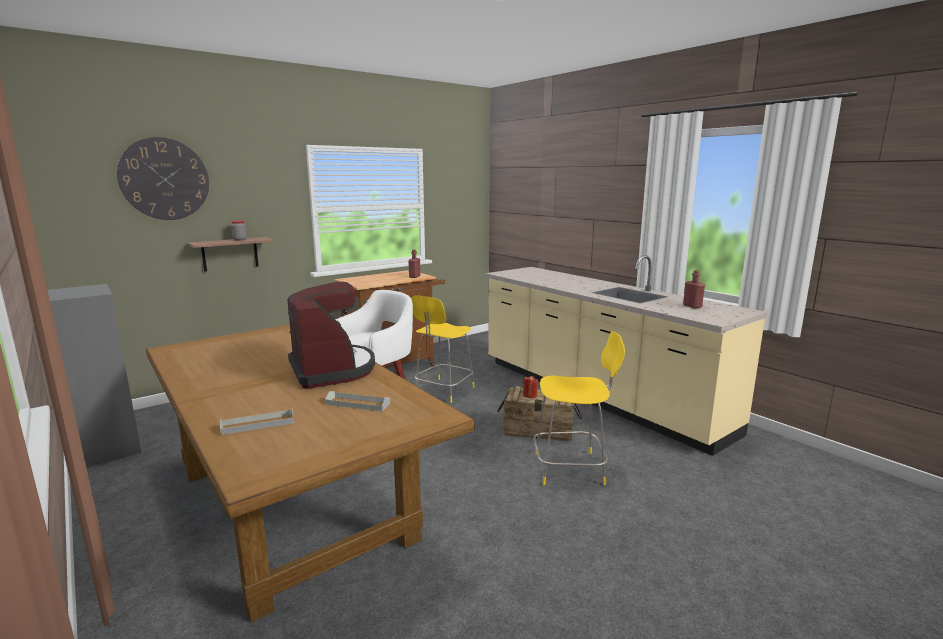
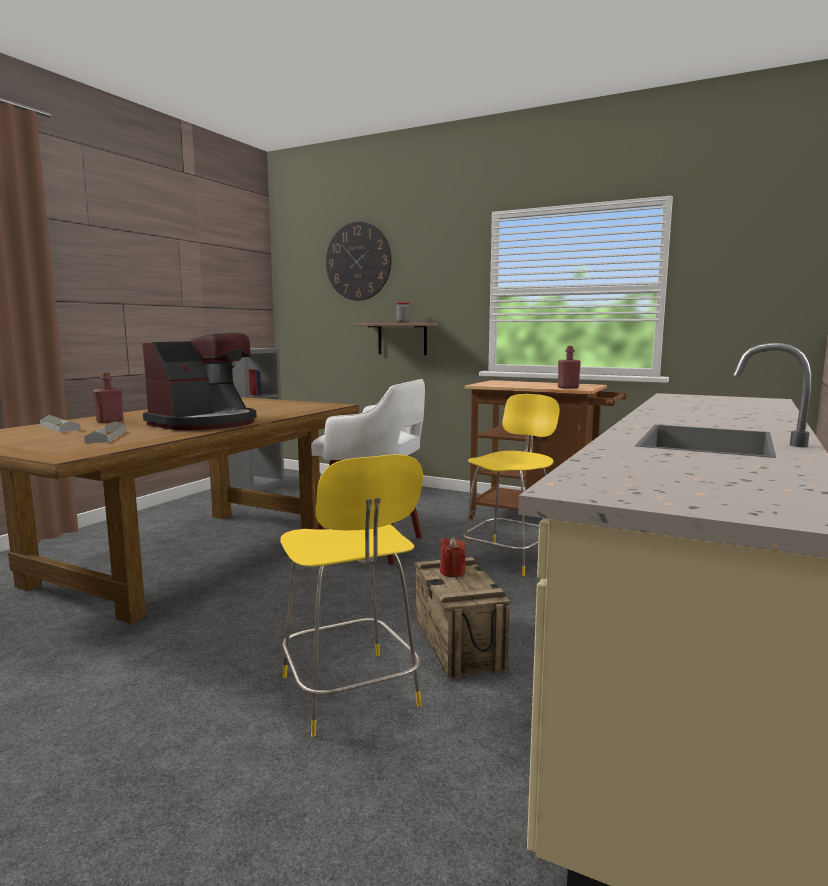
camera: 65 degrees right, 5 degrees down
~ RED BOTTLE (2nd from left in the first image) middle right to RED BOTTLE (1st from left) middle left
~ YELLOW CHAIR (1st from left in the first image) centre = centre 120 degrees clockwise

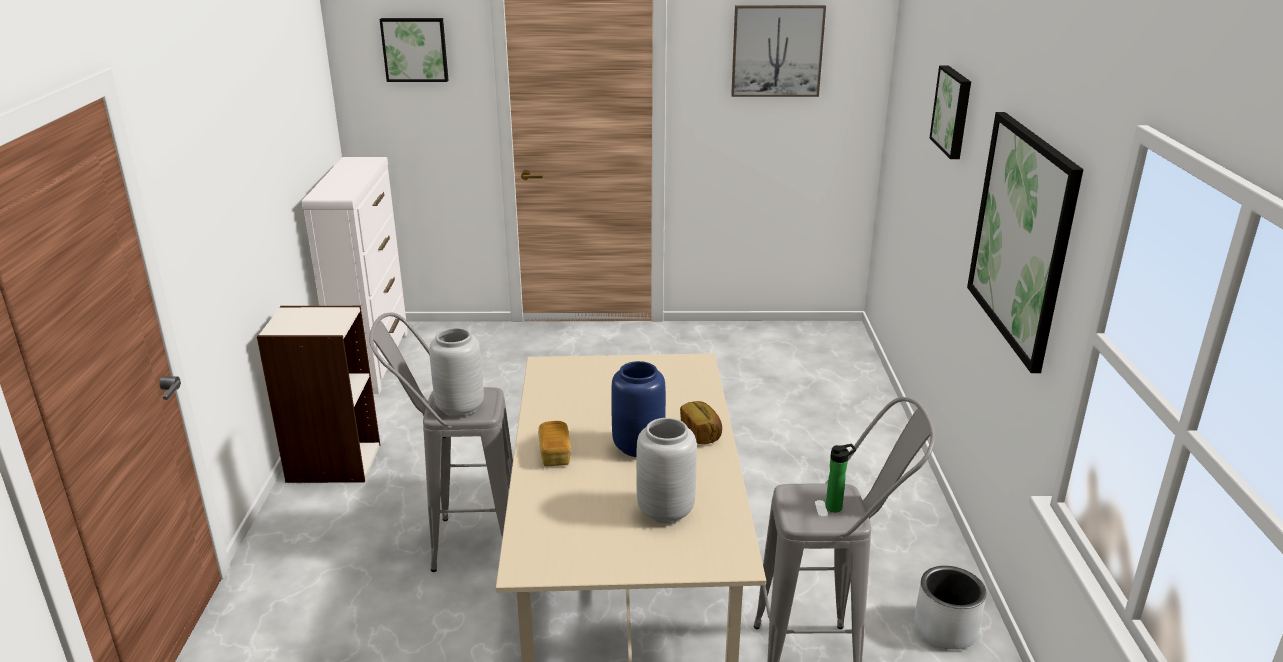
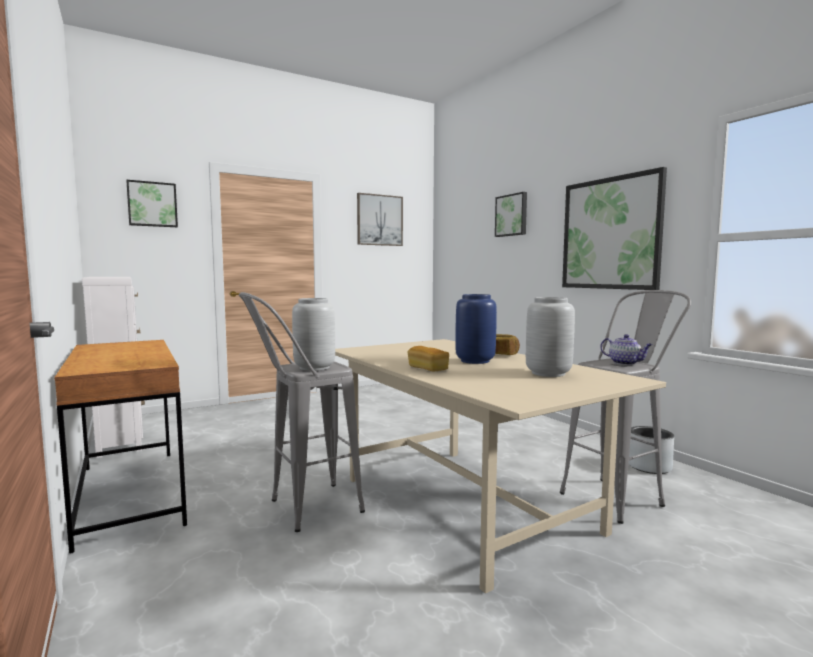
camera: 30 degrees left, 20 degrees down
~ BOOKCASE middle left to BROWN DESK bottom left
~ BOTTLE bottom centre to TEAPOT middle right

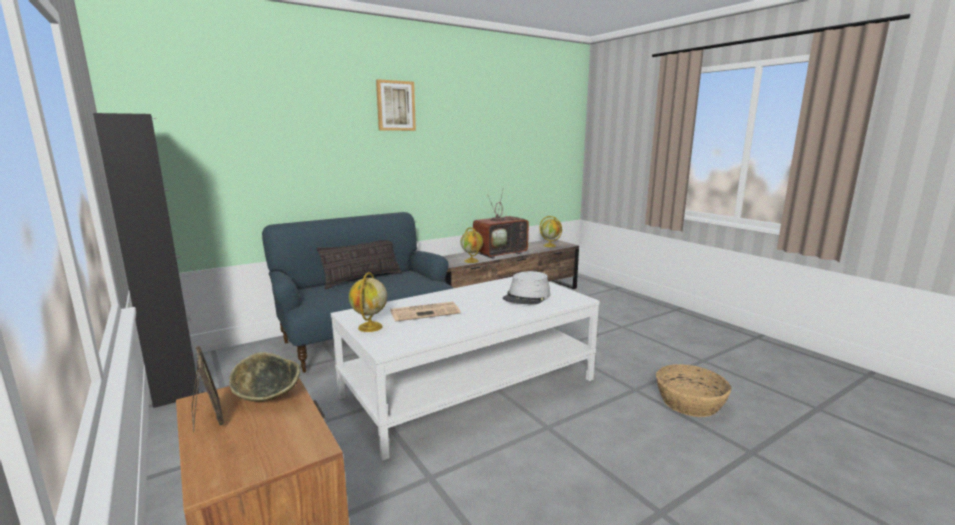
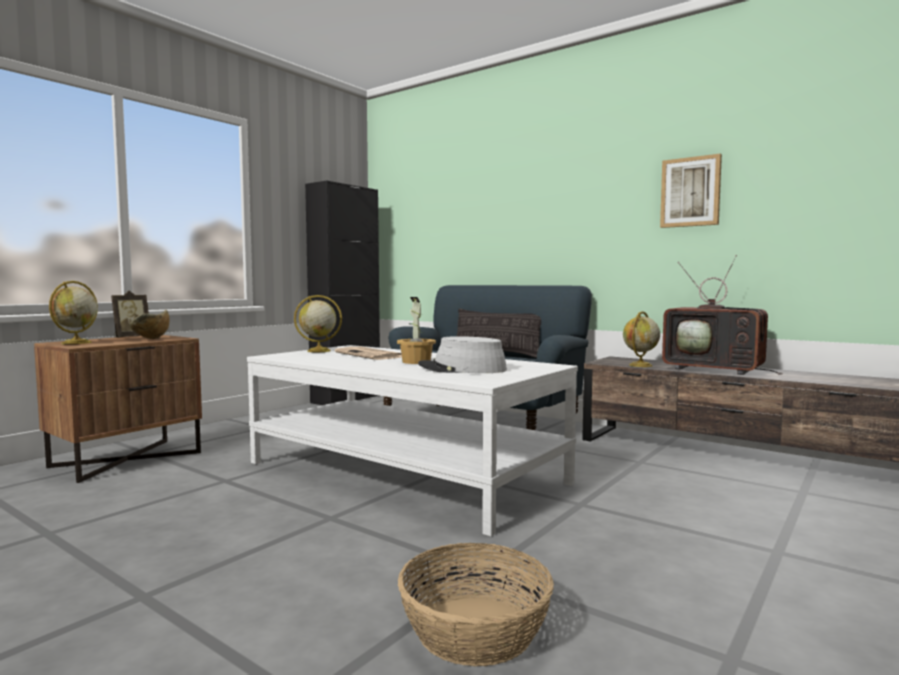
camera: 70 degrees right, 10 degrees down
+ POTTED PLANT centre
~ PICTURE top centre to top right
~ GLOBE (3rd from left in the first image) centre to GLOBE (1st from left) middle left

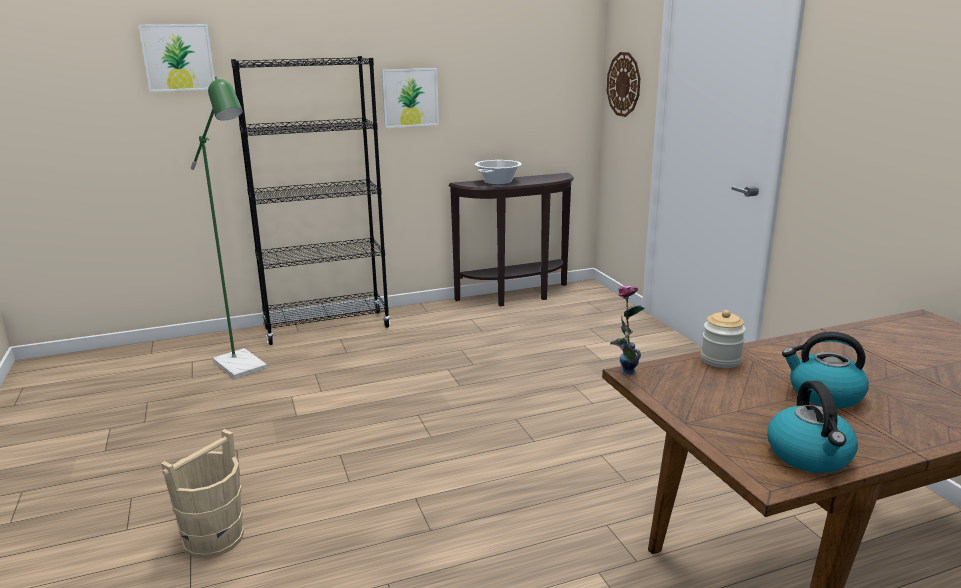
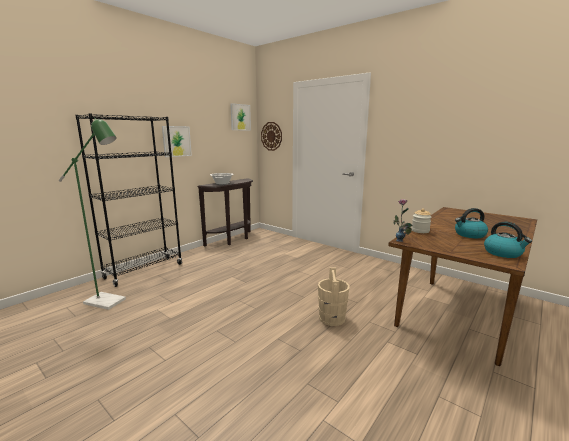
camera: 30 degrees left, 5 degrees down
~ PICTURE (1st from left in the first image) top left to PICTURE (2nd from left) top centre
~ BEIGE BUCKET bottom left to bottom centre

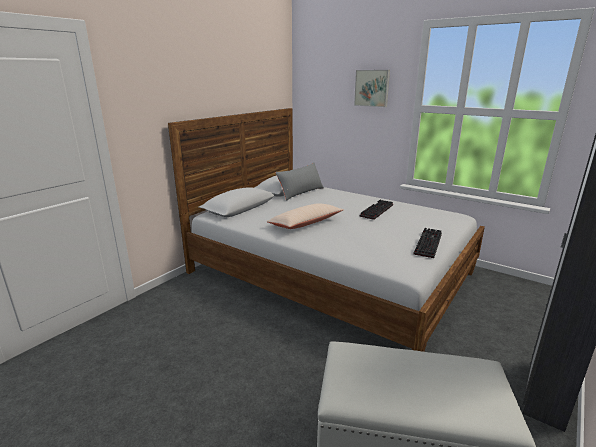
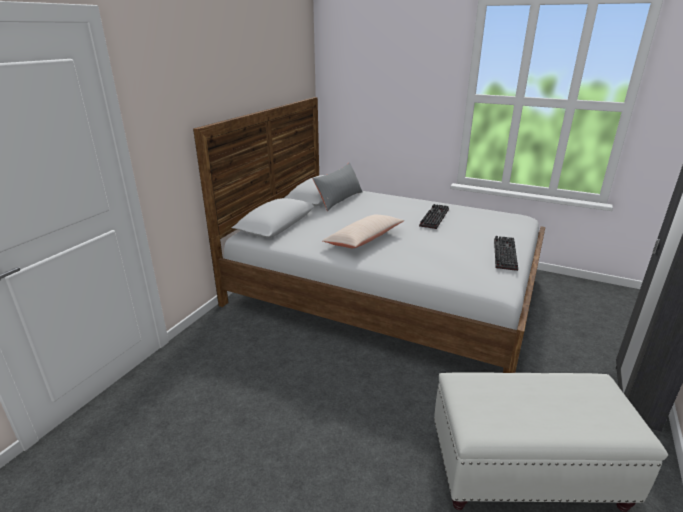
camera: 10 degrees left, 5 degrees up
- PICTURE top centre

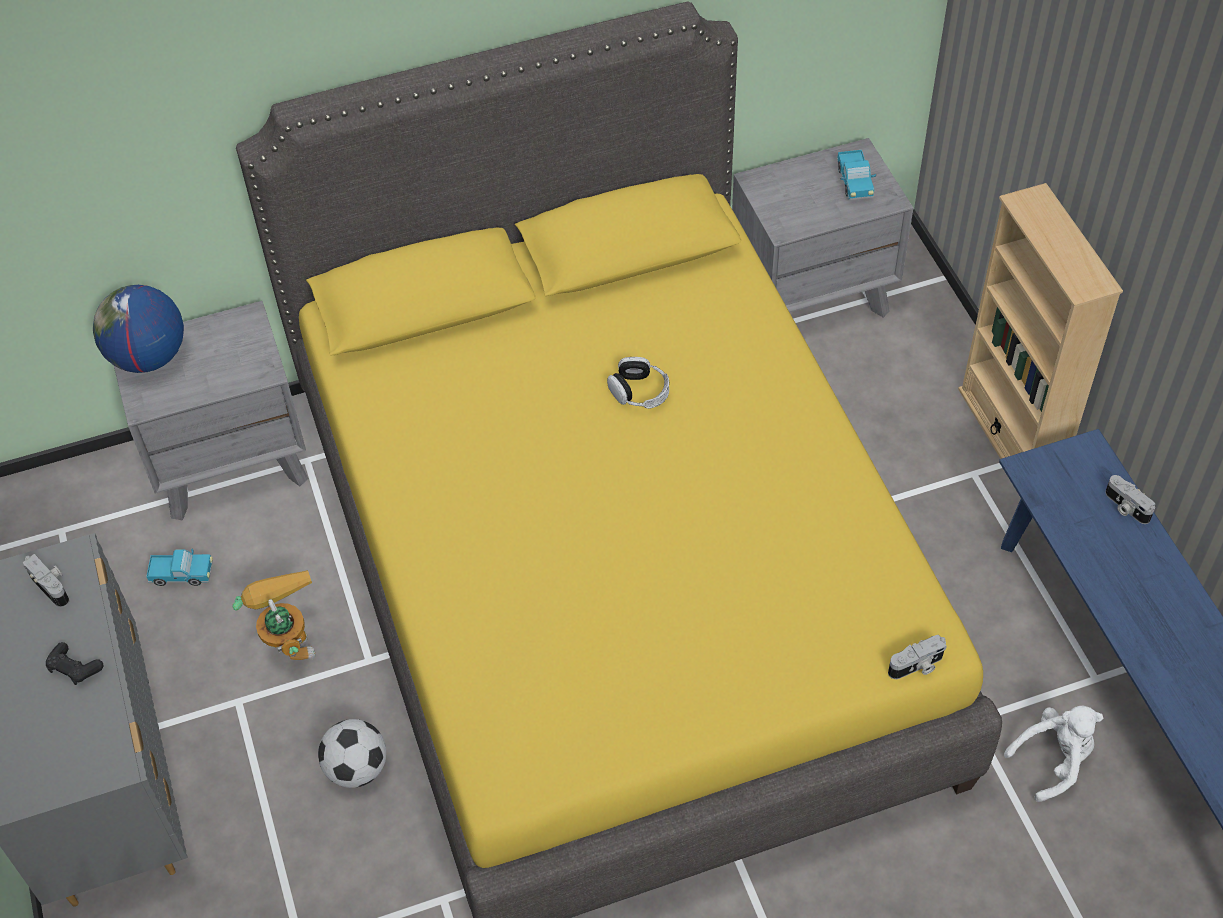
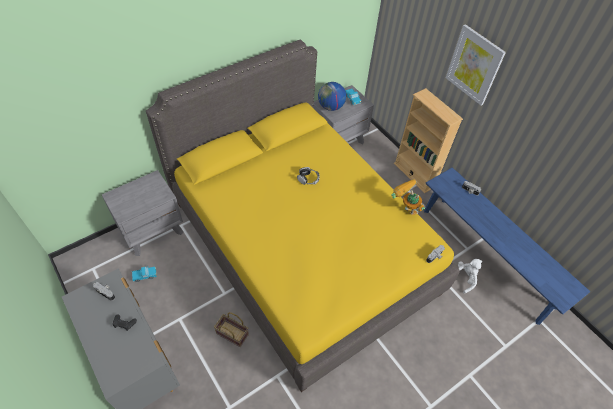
camera: 20 degrees left, 0 degrees up
+ PICTURE top right
~ GLOBE middle left to top centre
~ TOY ROBOT bottom left to centre
~ FOOTBALL bottom left to BASKET bottom centre

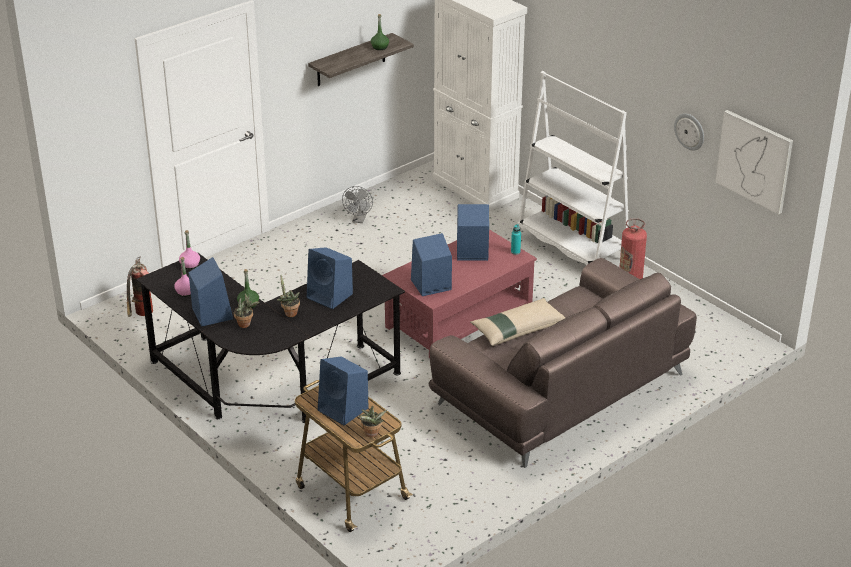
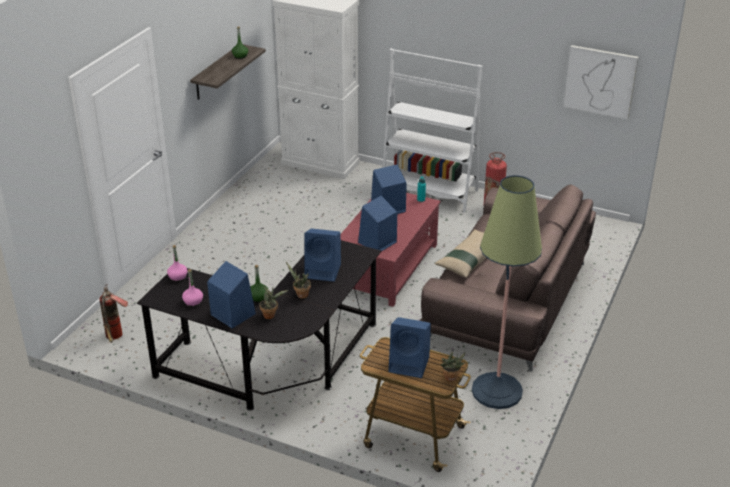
camera: 25 degrees left, 0 degrees up
- GREY FAN centre
- WALL CLOCK top right
+ FLOOR LAMP middle right

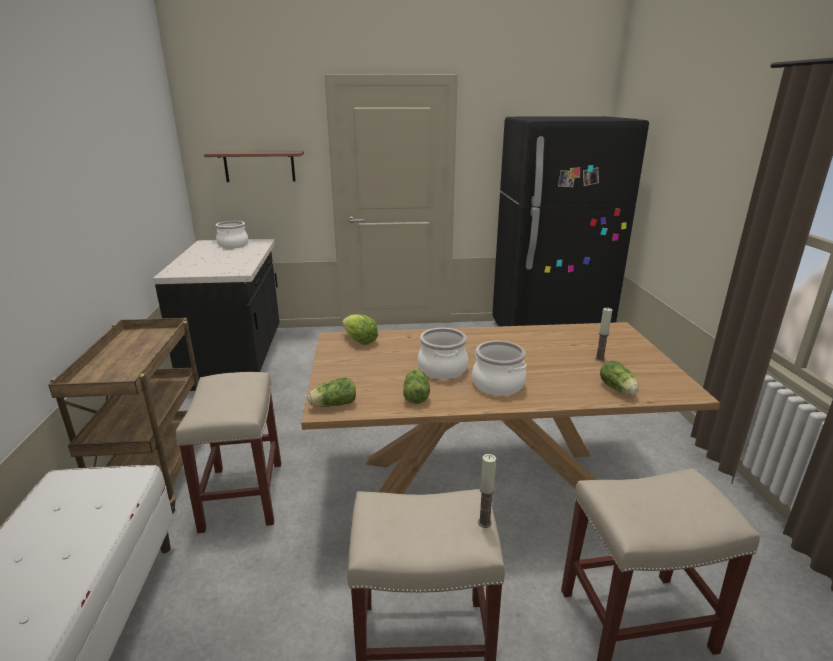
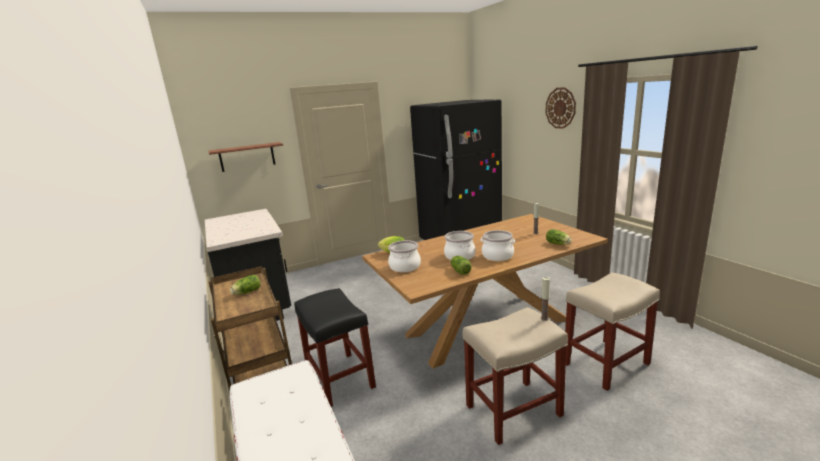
camera: 20 degrees left, 5 degrees down
+ WALL CLOCK top right
~ COOKING POT (1st from left) middle left to centre
~ LETTUCE (1st from left) centre to middle left
~ BEIGE STOOL (1st from left) bottom left to BLACK STOOL bottom centre

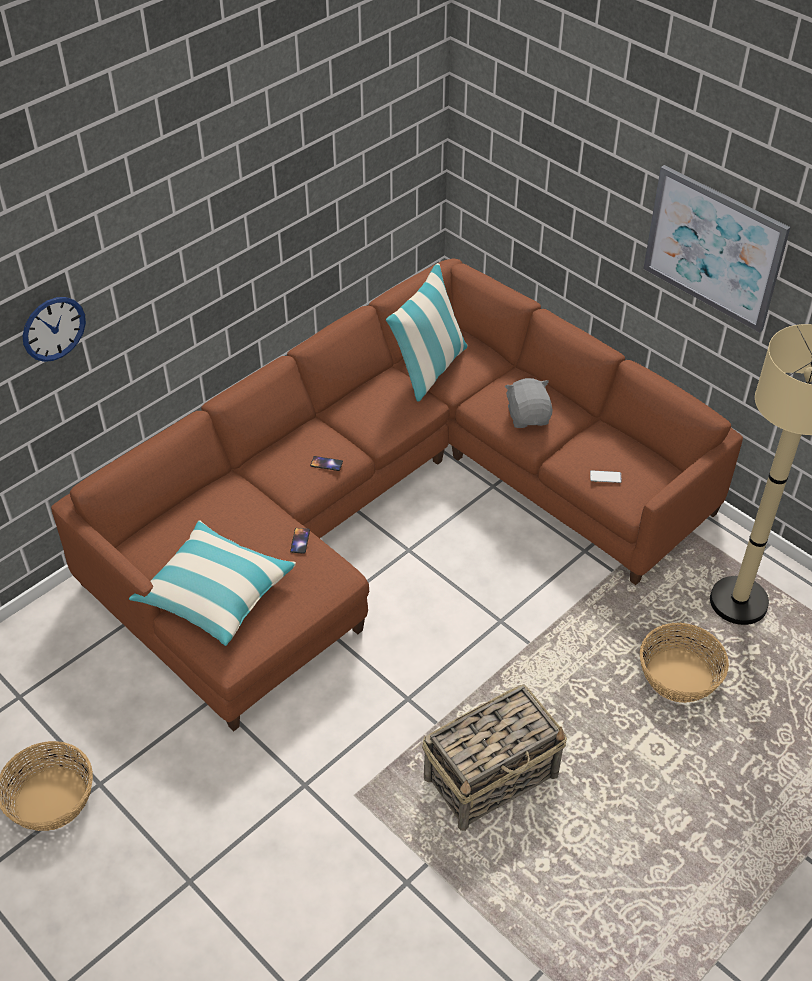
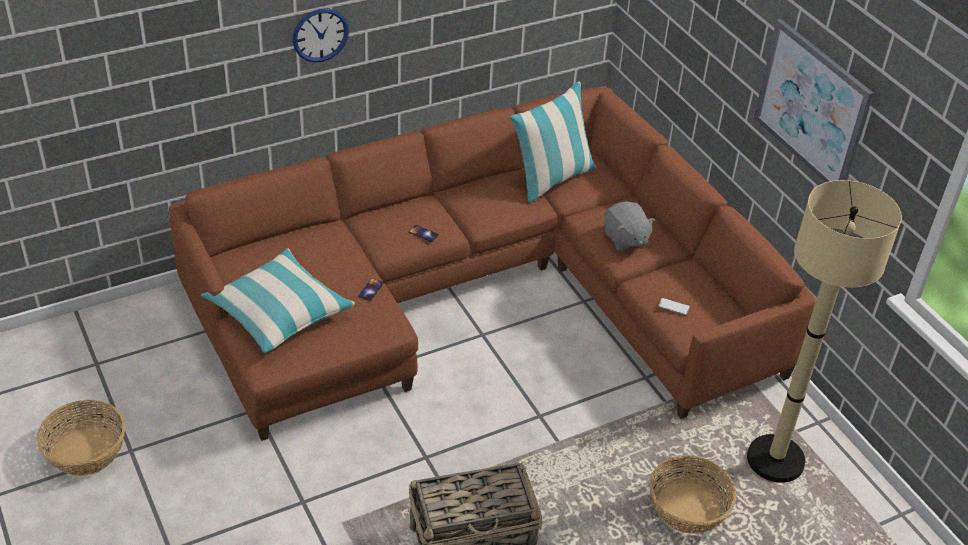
camera: 15 degrees right, 5 degrees down
~ WALL CLOCK middle left to top left
~ GREY PLUSH TOY centre = centre 150 degrees clockwise

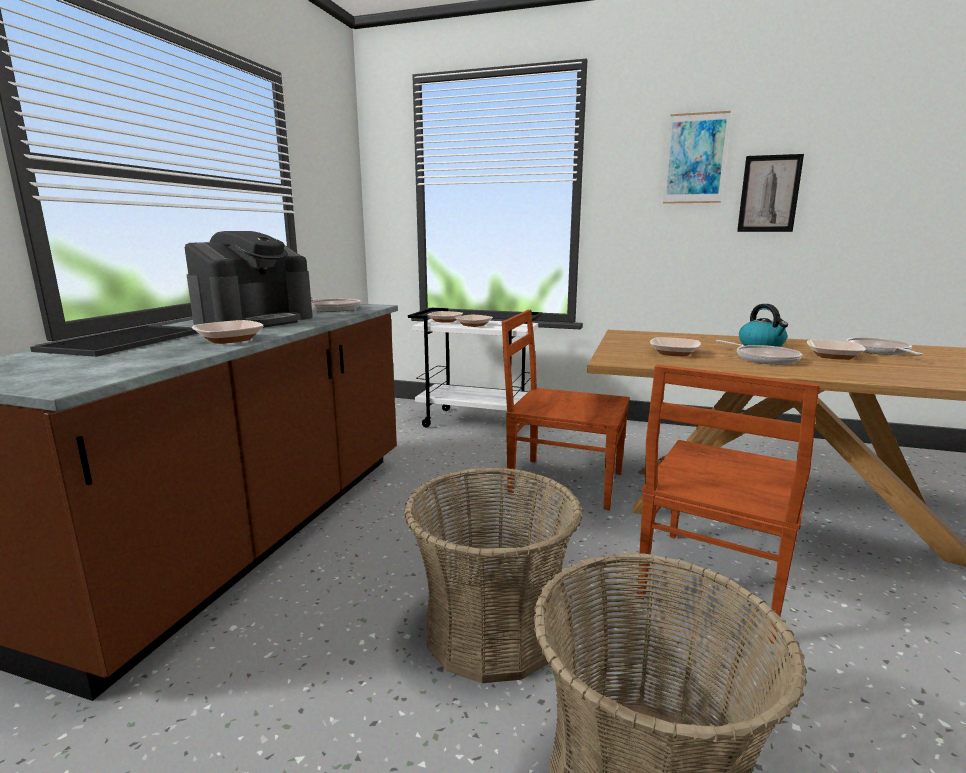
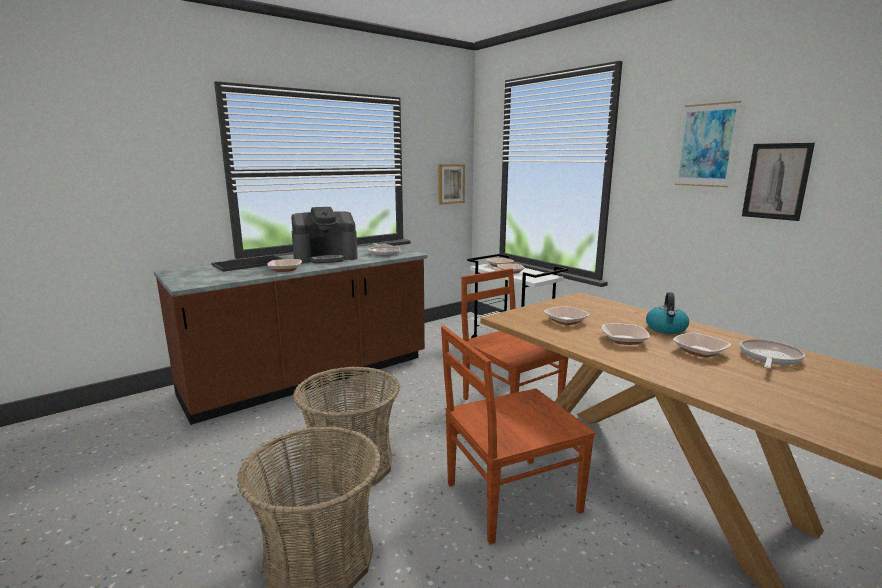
camera: 35 degrees right, 0 degrees up
+ PICTURE (1st from left) top centre
~ FRYING PAN (2nd from left) middle right to BOWL (5th from left) middle right

